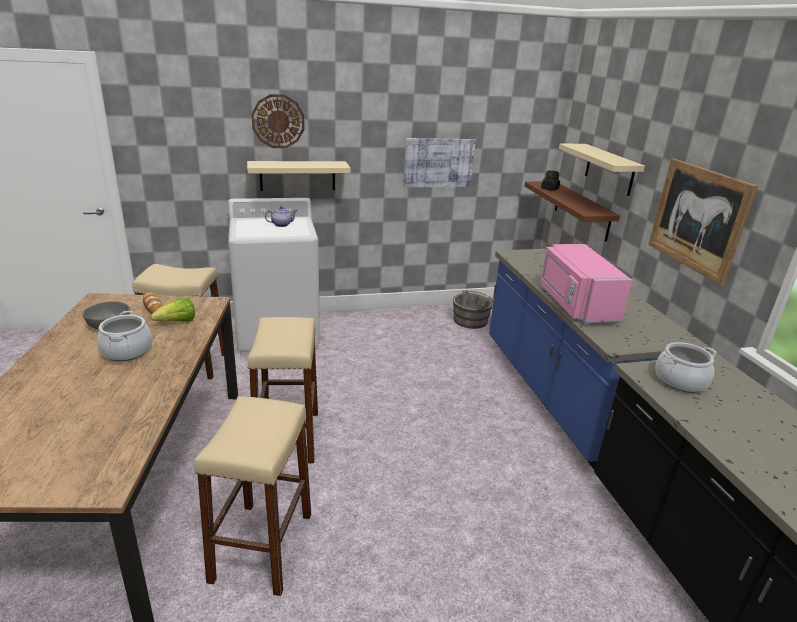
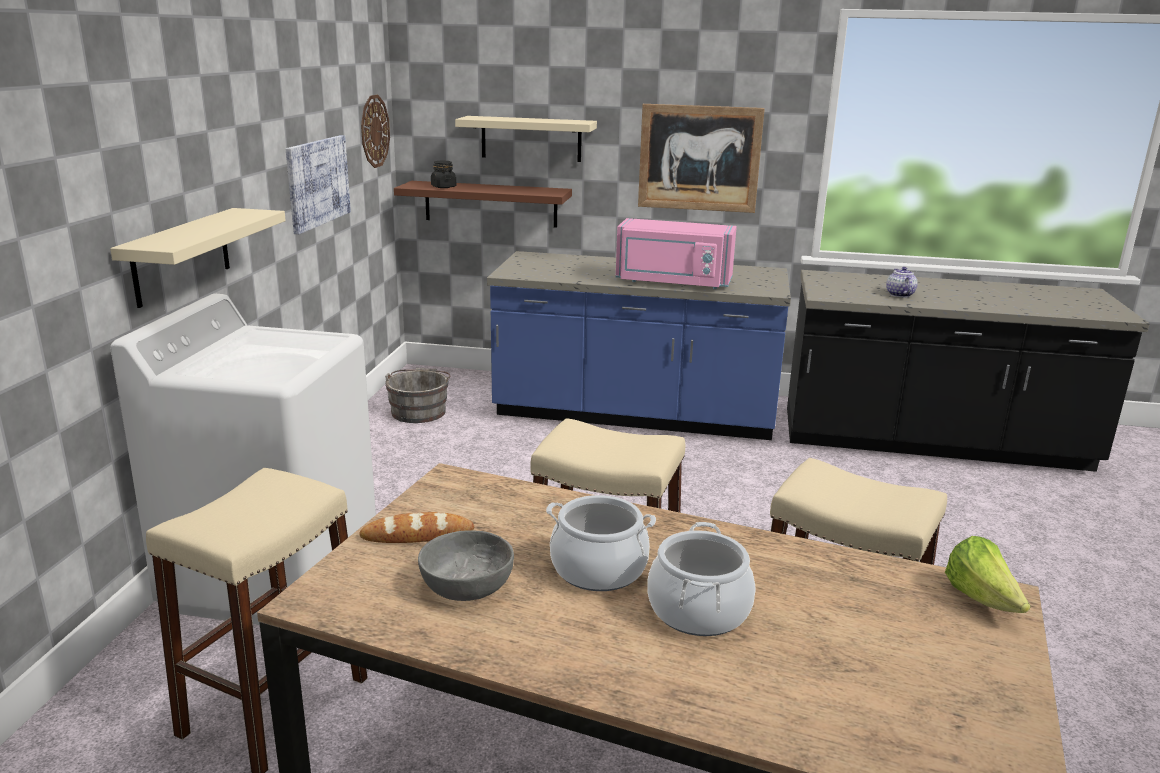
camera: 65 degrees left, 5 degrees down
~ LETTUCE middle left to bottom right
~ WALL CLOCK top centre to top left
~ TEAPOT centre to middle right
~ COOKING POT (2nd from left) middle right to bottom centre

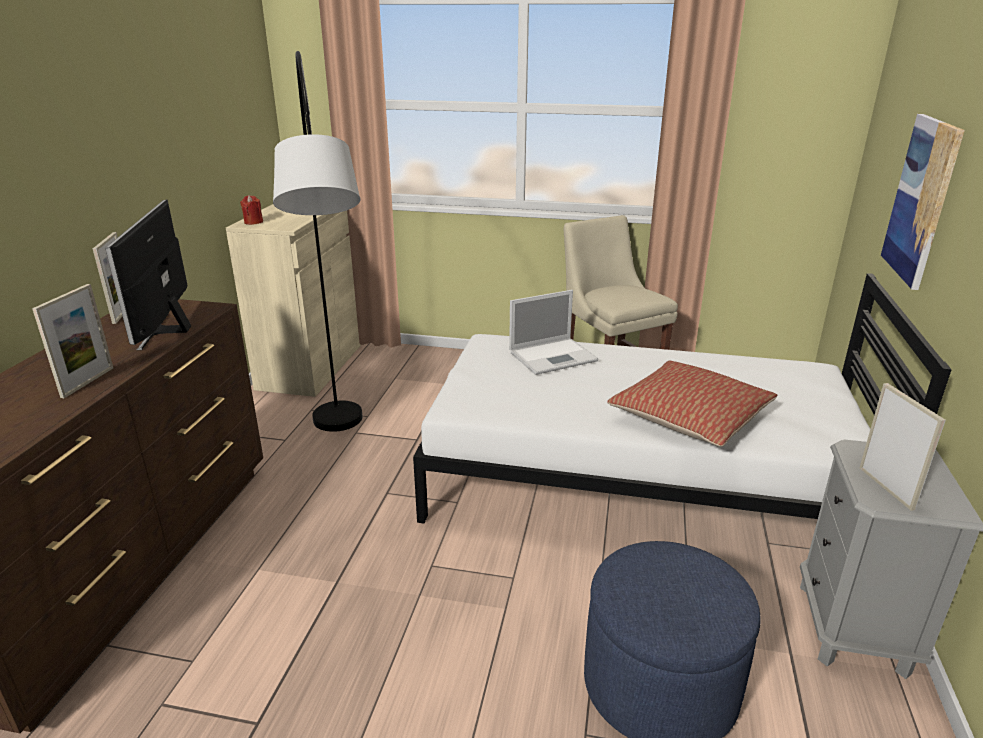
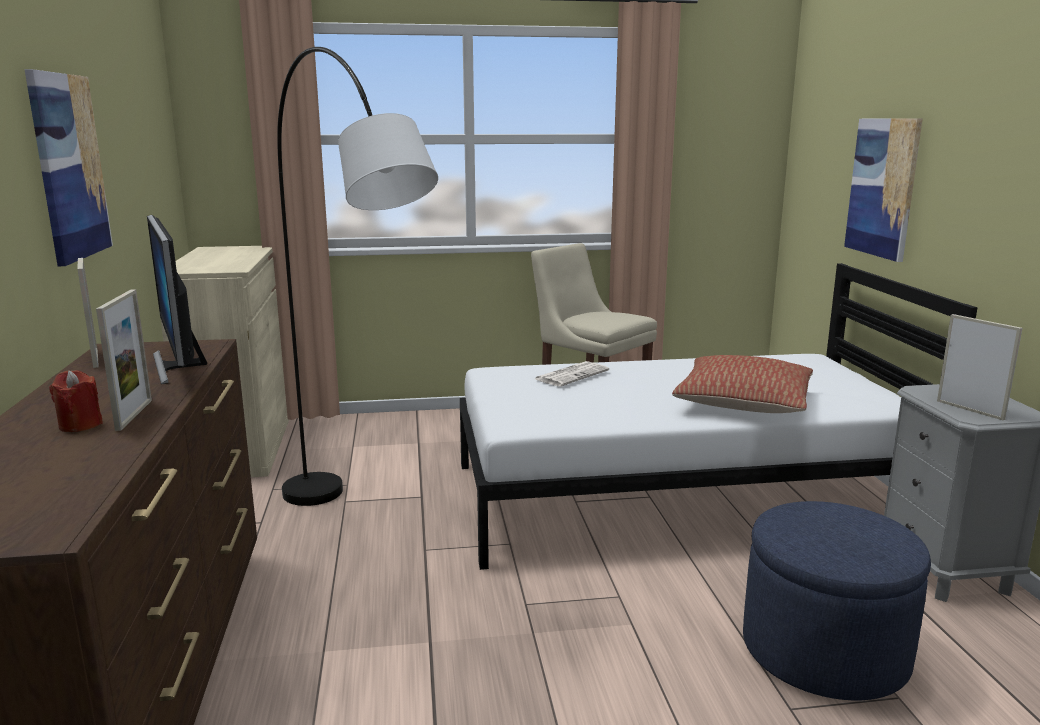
camera: 20 degrees left, 10 degrees down
+ PICTURE (1st from left) top left
~ RED CANDLE top left to middle left
~ LAPTOP centre to NEWSPAPER centre

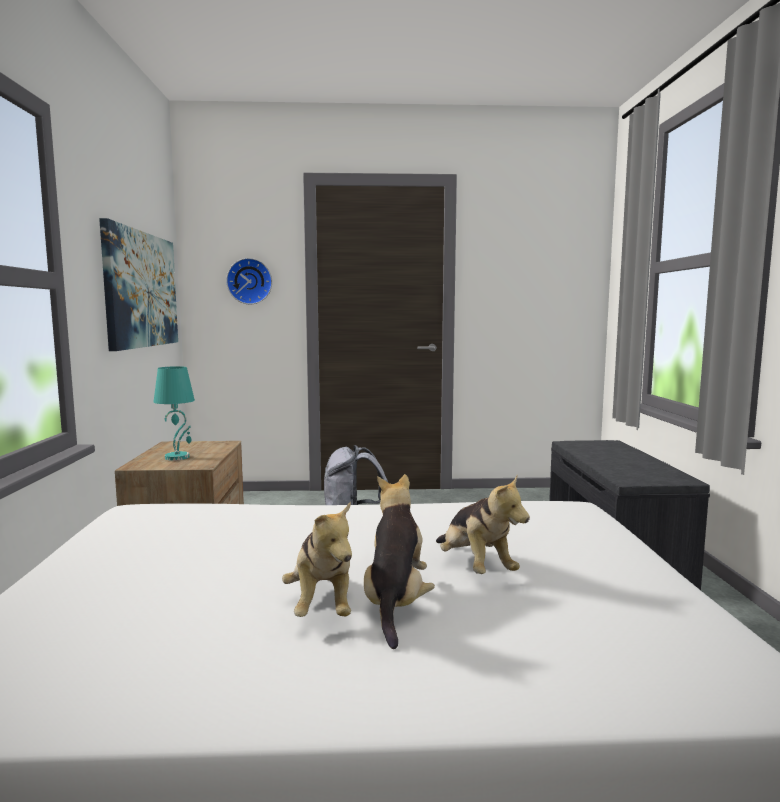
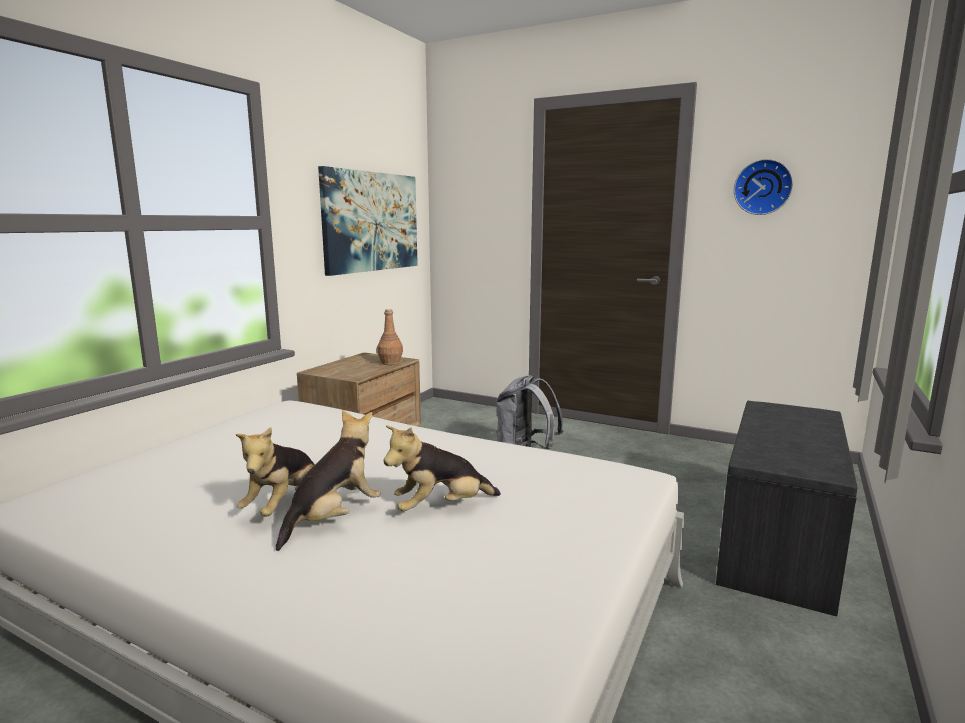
camera: 30 degrees right, 5 degrees up
- TURQUOISE TABLE LAMP middle left
+ BROWN BOTTLE centre
~ WALL CLOCK middle left to top right
~ PLUSH TOY (3rd from left) centre = centre 60 degrees clockwise

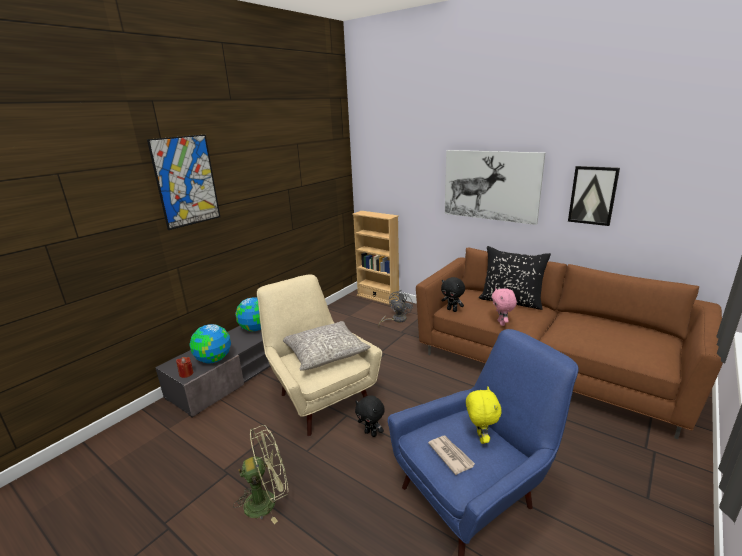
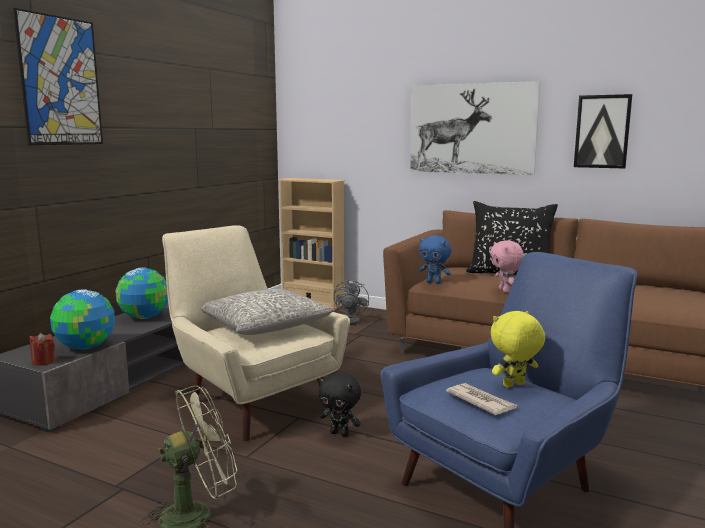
camera: 10 degrees left, 10 degrees down
~ BLACK PLUSH TOY (2nd from left) centre to BLUE PLUSH TOY centre
~ YELLOW PLUSH TOY bottom centre = middle right 105 degrees counterclockwise

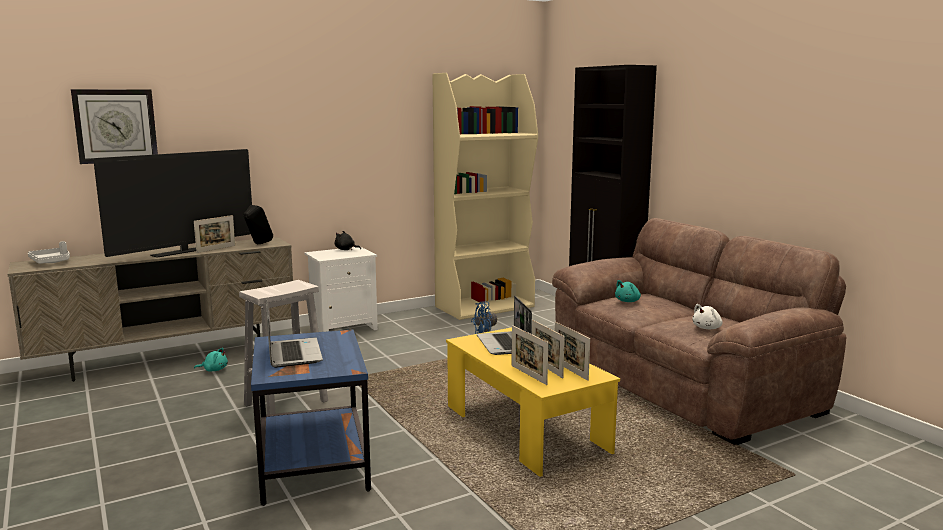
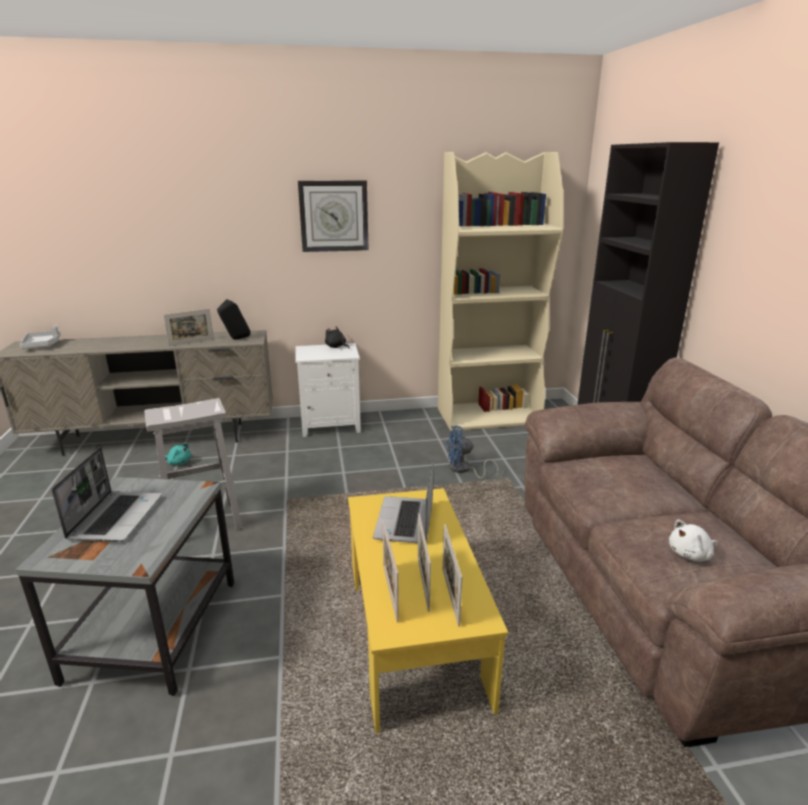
camera: 20 degrees right, 10 degrees up
- TELEVISION middle left
- TURQUOISE PLUSH TOY (2nd from left) centre
~ WALL CLOCK top left to top centre
~ BLUE SIDE TABLE bottom left to GREY SIDE TABLE bottom left

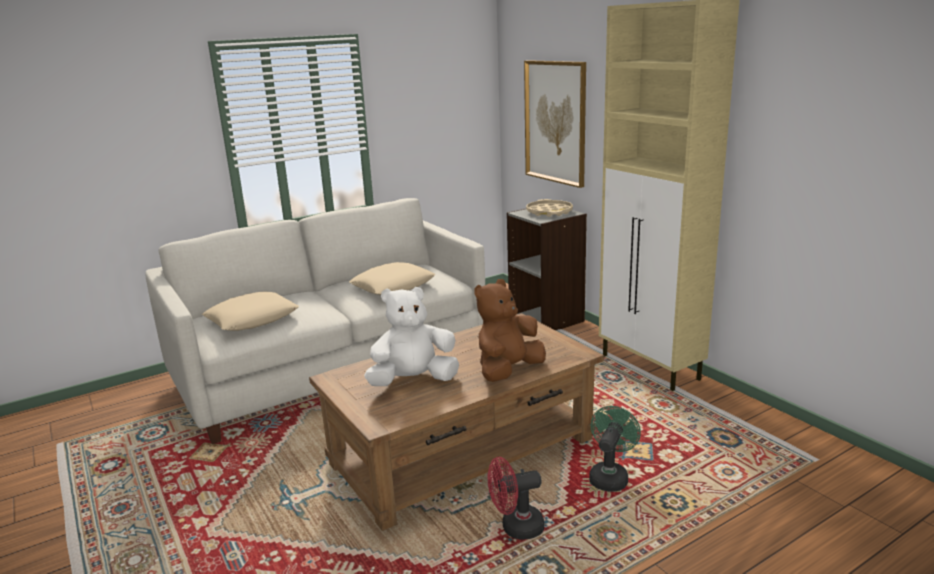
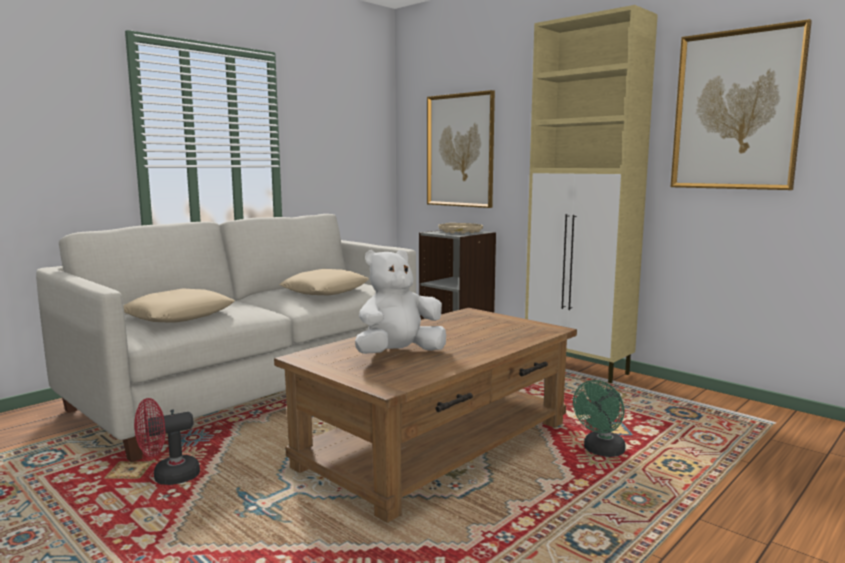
camera: 15 degrees left, 10 degrees down
- BROWN PLUSH TOY centre
+ PICTURE (2nd from left) top right
~ RED FAN bottom centre to bottom left
~ GREEN FAN bottom centre = bottom right 150 degrees counterclockwise

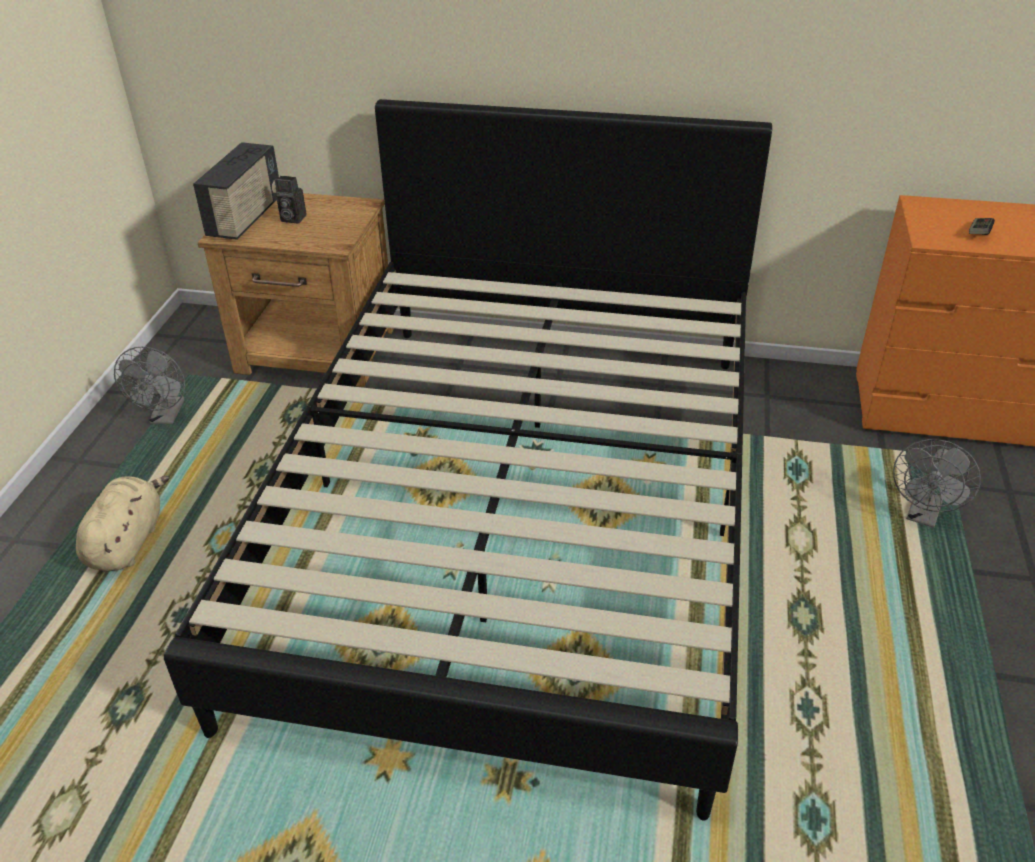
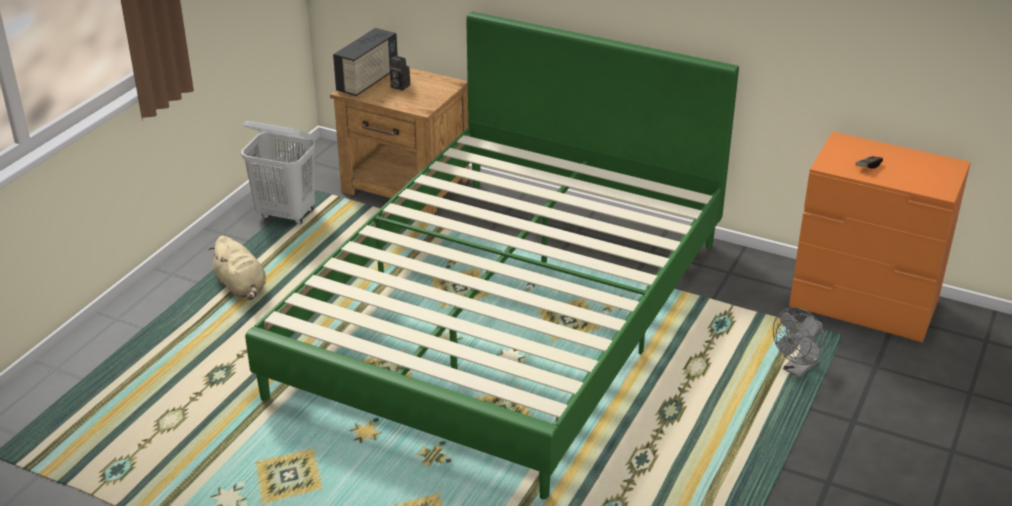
camera: 15 degrees right, 5 degrees down
~ GREY FAN (1st from left) middle left to WHITE LAUNDRY BASKET middle left
~ BLACK BED centre to GREEN BED centre
~ BEIGE PLUSH TOY middle left = middle left 120 degrees clockwise

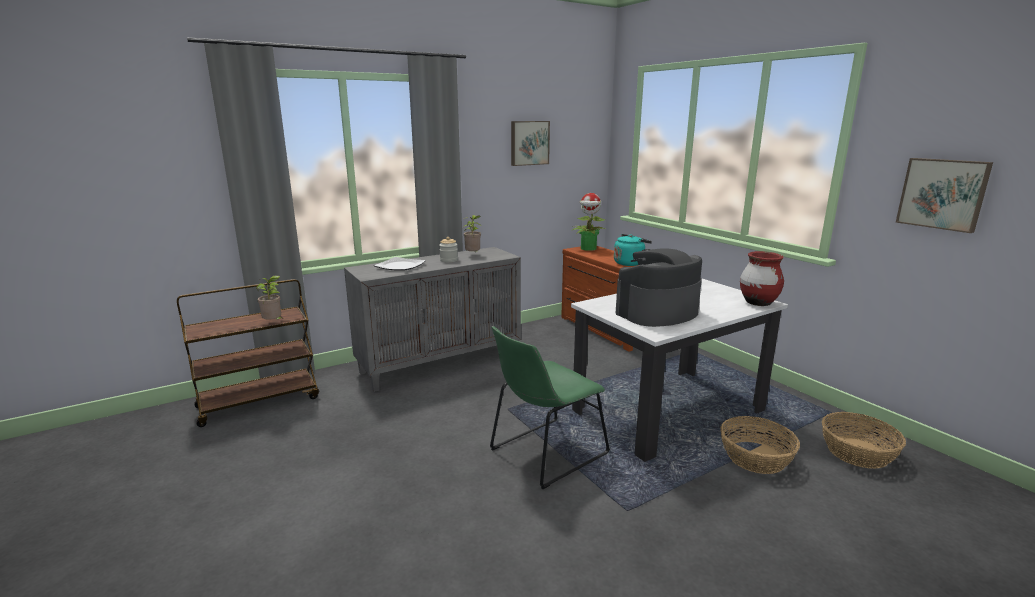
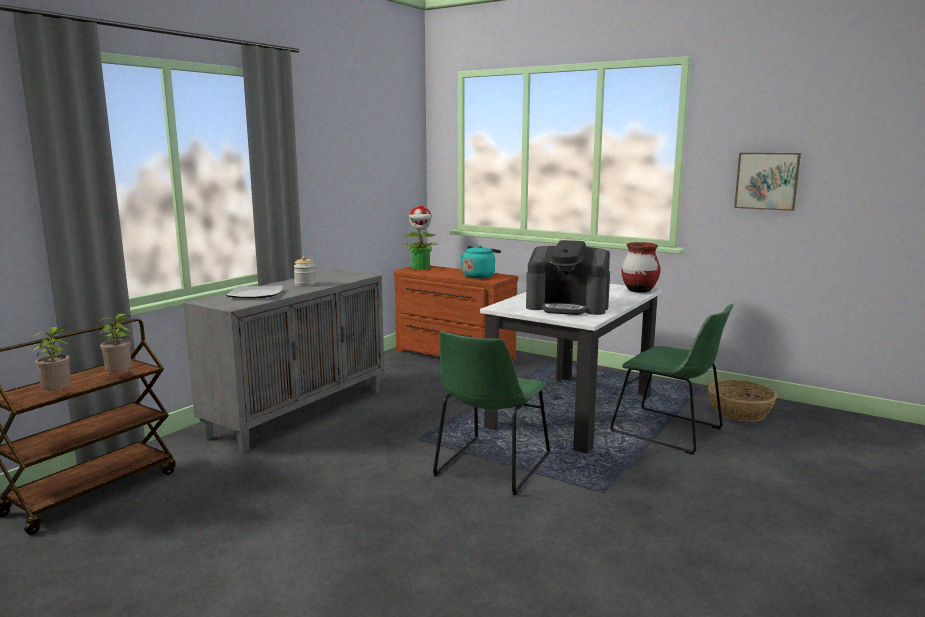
camera: 25 degrees left, 5 degrees down
- PICTURE (1st from left) top centre
~ POTTED PLANT (2nd from left in the first image) centre to POTTED PLANT (1st from left) middle left
~ BASKET (1st from left) bottom right to GREEN CHAIR (2nd from left) middle right
~ COFFEE MACHINE centre = centre 105 degrees counterclockwise

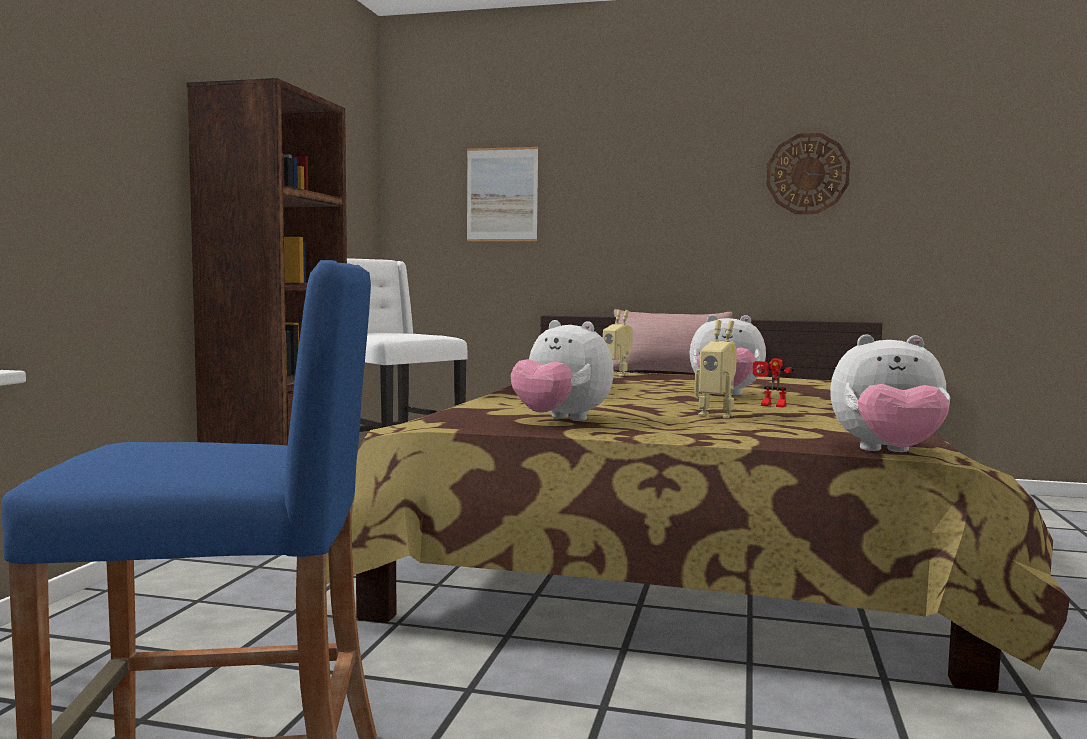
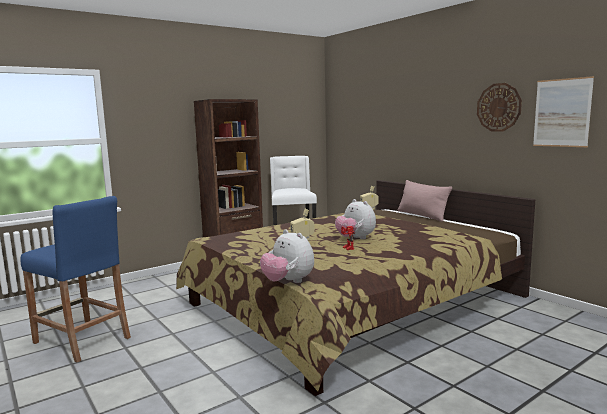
camera: 40 degrees right, 5 degrees up
- PLUSH TOY (1st from left) centre
~ PICTURE top centre to top right

